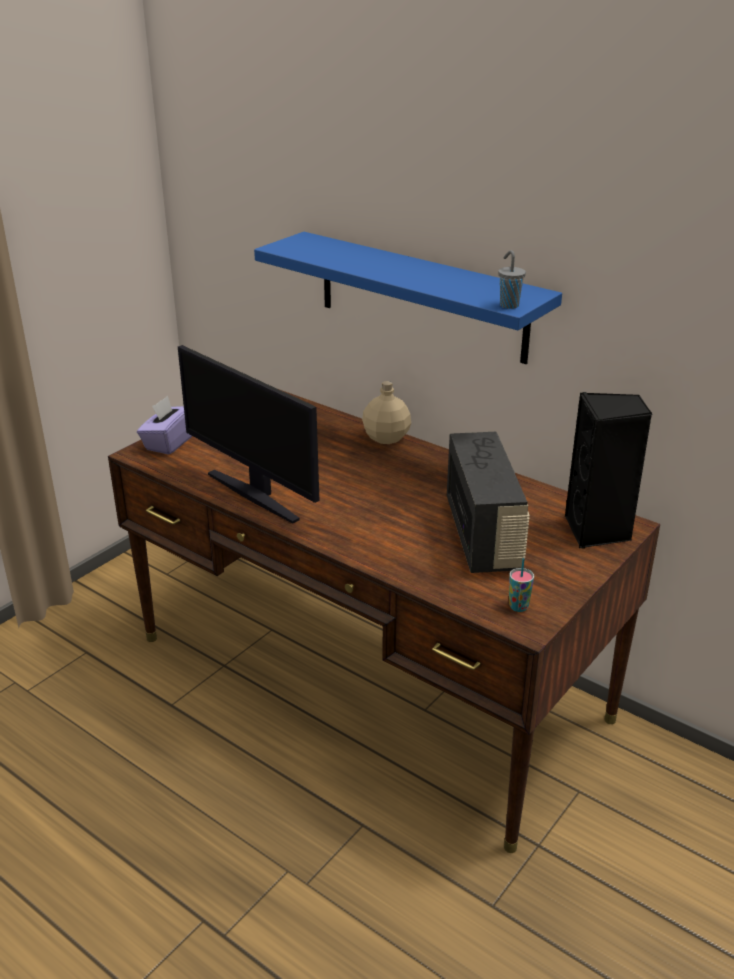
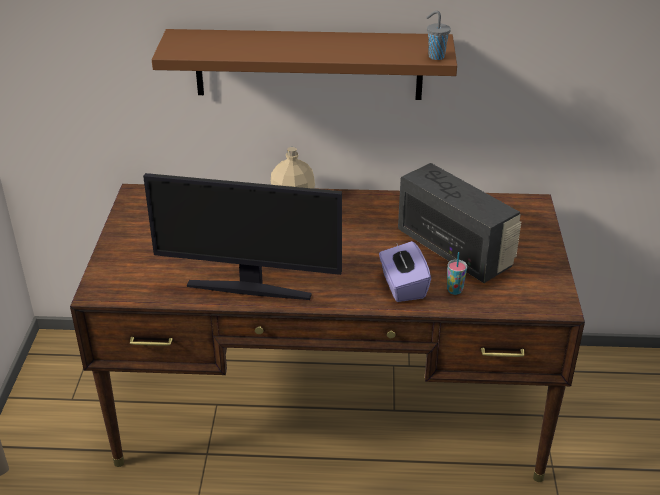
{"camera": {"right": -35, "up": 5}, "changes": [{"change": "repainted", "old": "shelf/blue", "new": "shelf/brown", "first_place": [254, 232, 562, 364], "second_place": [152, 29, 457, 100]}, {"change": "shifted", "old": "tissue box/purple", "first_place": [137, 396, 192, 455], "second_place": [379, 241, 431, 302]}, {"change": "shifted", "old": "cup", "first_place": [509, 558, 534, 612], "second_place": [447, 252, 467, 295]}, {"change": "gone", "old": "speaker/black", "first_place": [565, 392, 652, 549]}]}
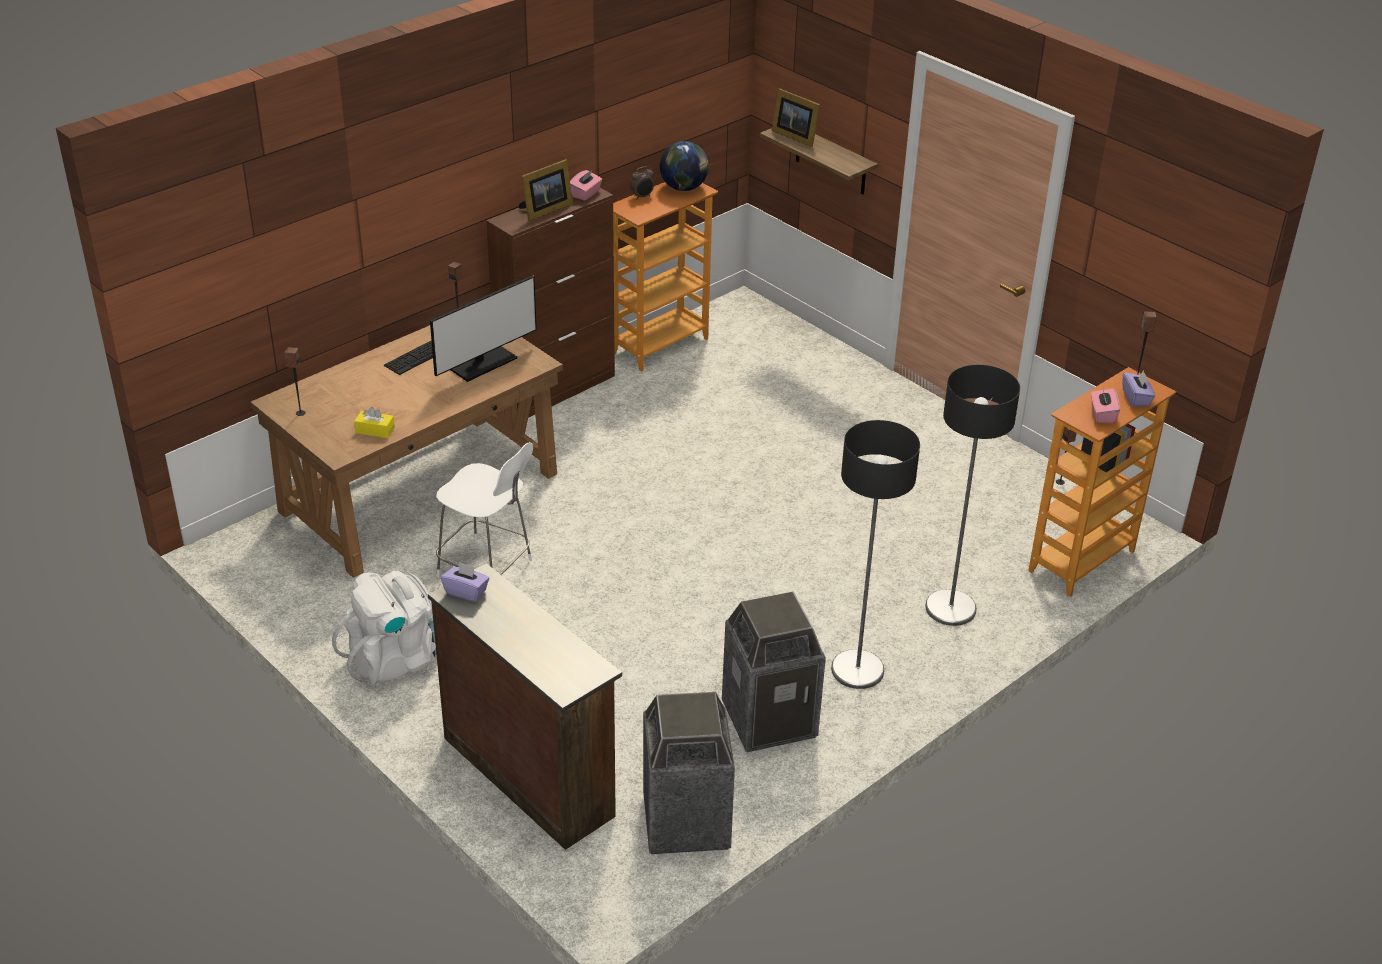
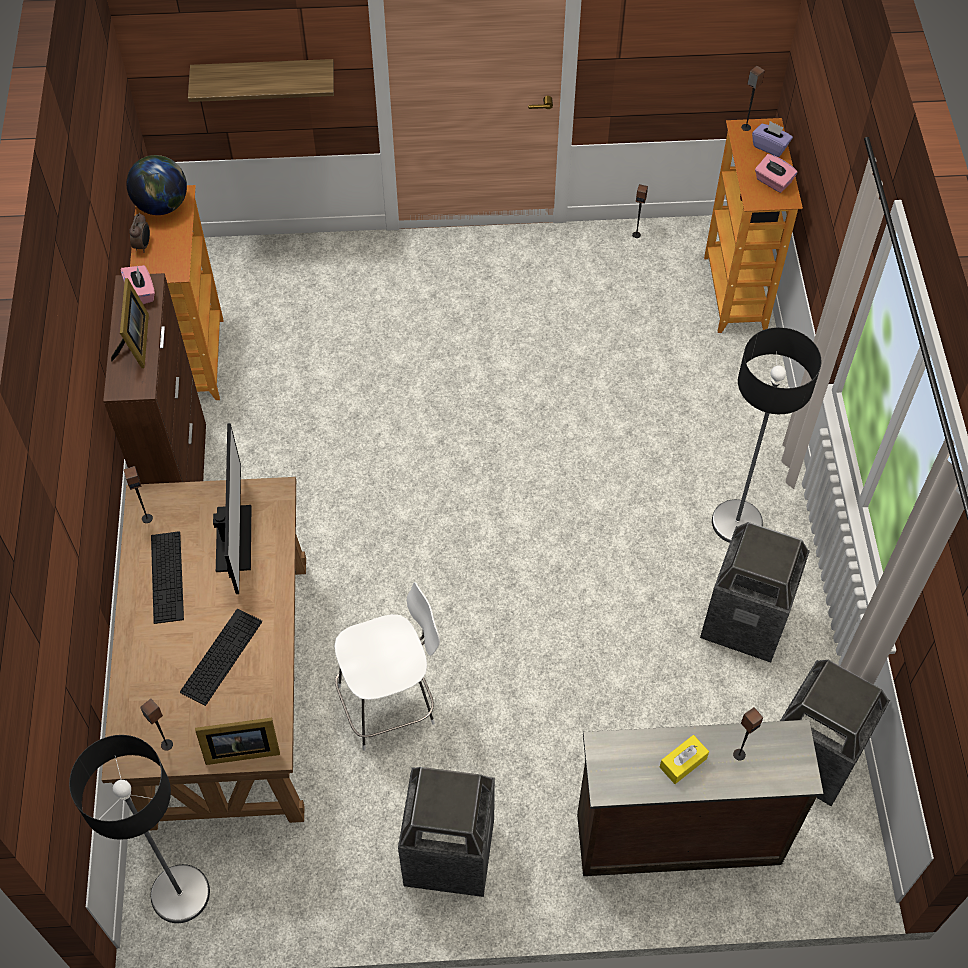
{"camera": {"right": -50, "up": 20}, "changes": [{"change": "shifted", "old": "floor lamp", "first_place": [925, 365, 1020, 626], "second_place": [69, 735, 210, 923]}, {"change": "new", "new": "keyboard", "second_place": [180, 609, 262, 706]}, {"change": "shifted", "old": "picture frame", "first_place": [771, 88, 820, 147], "second_place": [195, 718, 280, 765]}, {"change": "swapped", "old": "backpack/white", "new": "trash can", "first_place": [332, 571, 436, 686], "second_place": [398, 767, 495, 897]}, {"change": "shifted", "old": "tissue box/yellow", "first_place": [354, 407, 395, 438], "second_place": [659, 735, 709, 784]}, {"change": "new", "new": "speaker", "second_place": [733, 707, 763, 761]}, {"change": "gone", "old": "tissue box/purple", "first_place": [441, 562, 489, 602]}]}
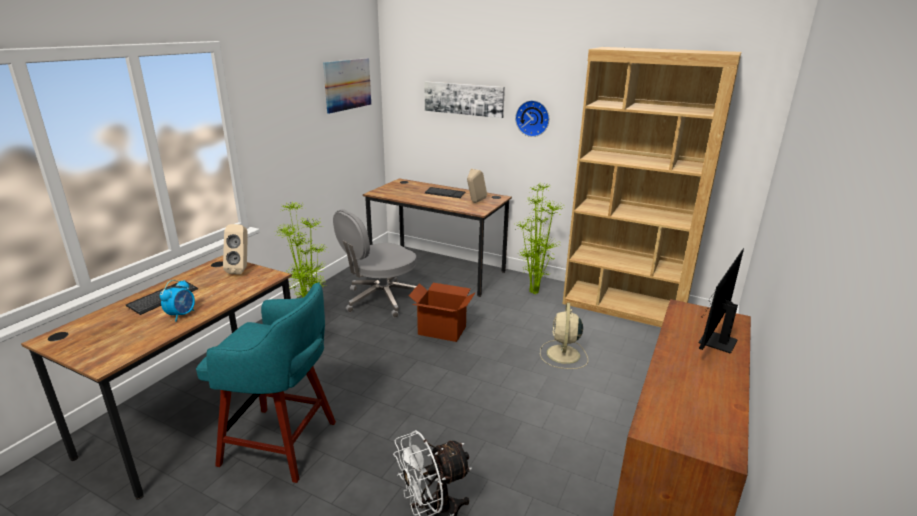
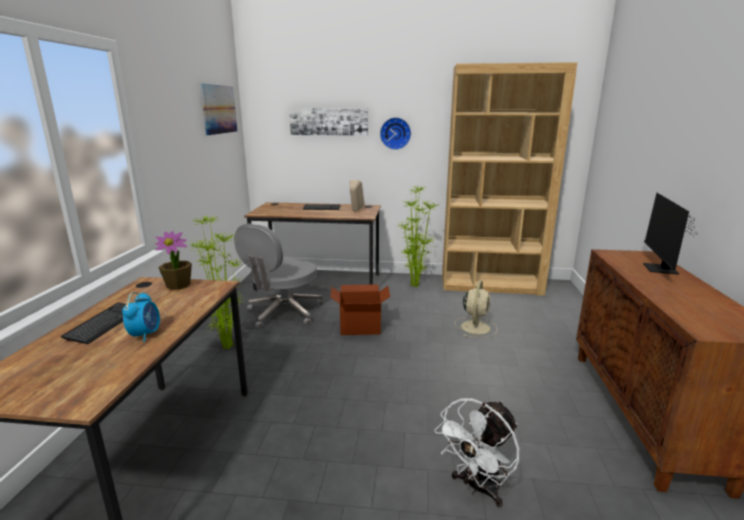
{"camera": {"right": -20, "up": -5}, "changes": [{"change": "swapped", "old": "speaker/beige", "new": "potted plant", "first_place": [223, 224, 248, 275], "second_place": [155, 231, 192, 290]}, {"change": "rotated", "old": "fan/beige", "first_place": [540, 303, 588, 369], "second_place": [454, 280, 497, 338], "degrees": -150}, {"change": "gone", "old": "stool/turquoise", "first_place": [196, 282, 336, 483]}]}
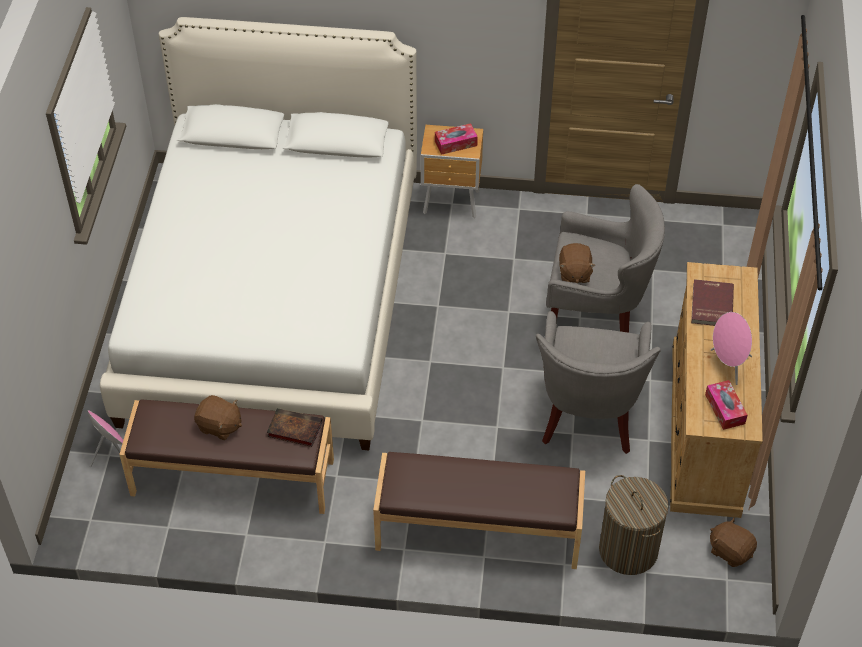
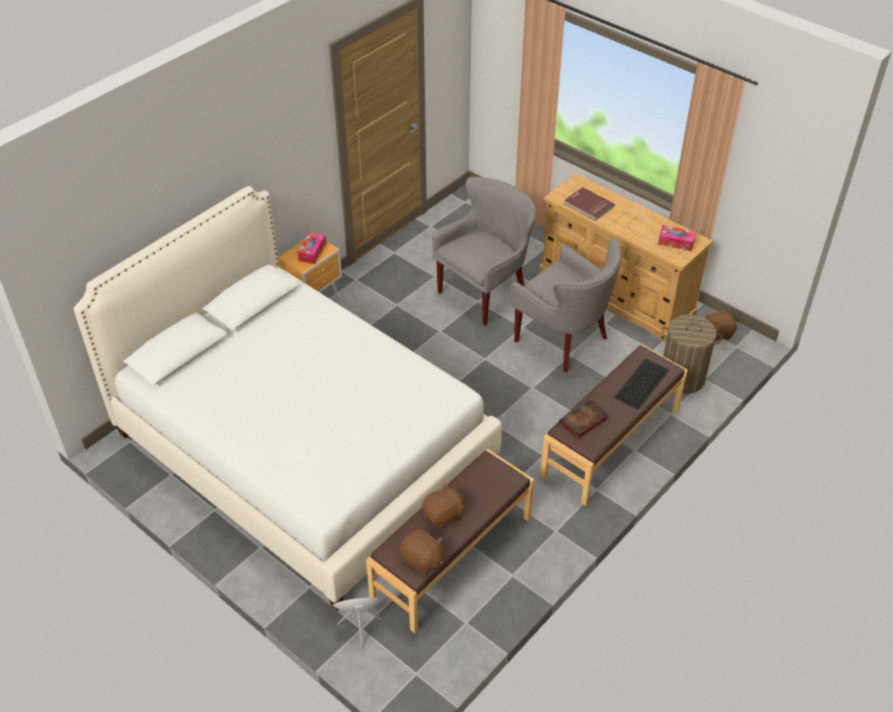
{"camera": {"right": -55, "up": -5}, "changes": [{"change": "shifted", "old": "plush toy/brown", "first_place": [559, 243, 595, 283], "second_place": [400, 529, 444, 574]}, {"change": "shifted", "old": "book", "first_place": [267, 408, 323, 447], "second_place": [559, 400, 608, 439]}, {"change": "new", "new": "keyboard", "second_place": [614, 359, 669, 409]}, {"change": "gone", "old": "speaker/pink", "first_place": [711, 312, 752, 385]}]}
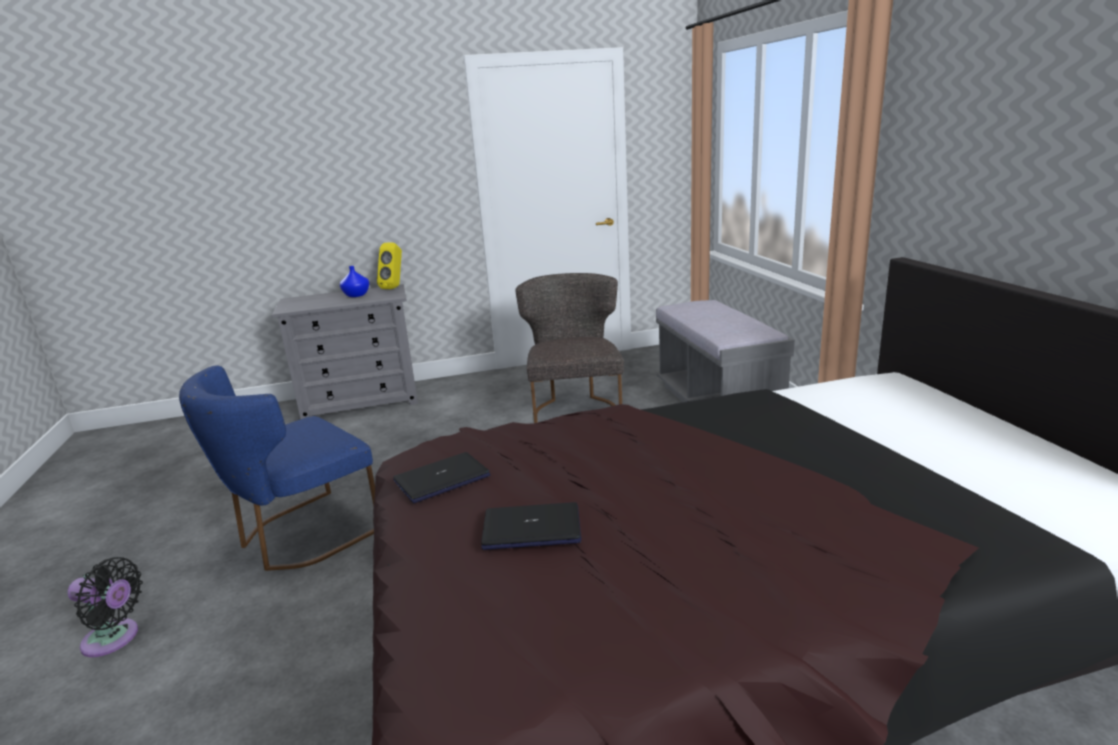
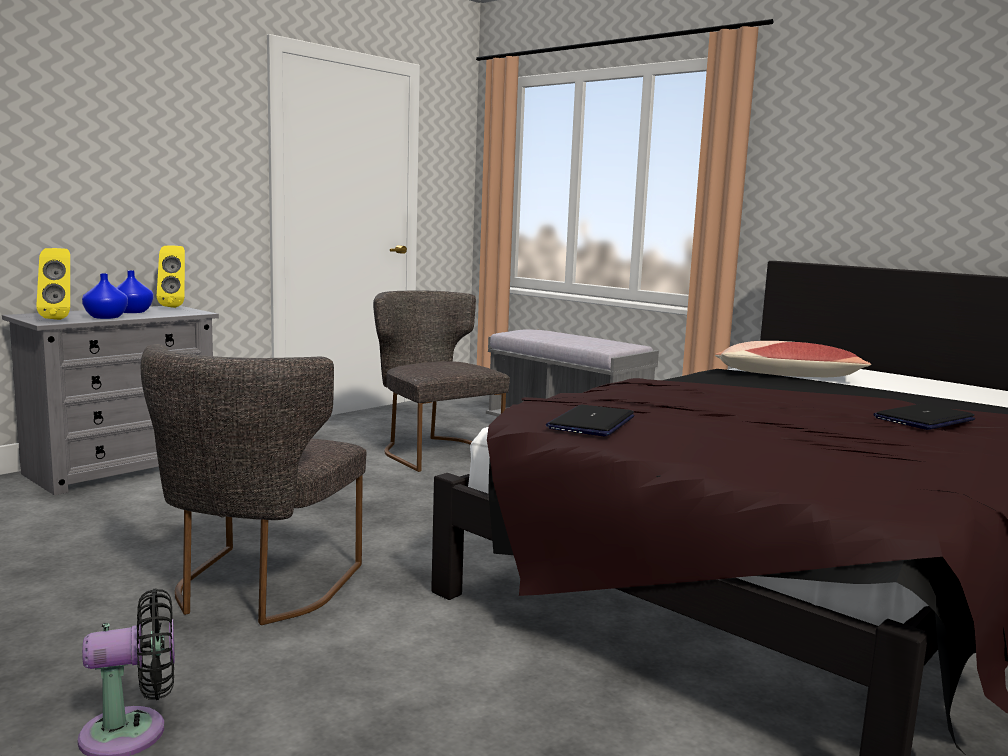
{"camera": {"right": -35, "up": -10}, "changes": [{"change": "new", "new": "speaker/yellow", "second_place": [36, 248, 70, 320]}, {"change": "new", "new": "vase/blue", "second_place": [82, 274, 128, 319]}, {"change": "repainted", "old": "chair/blue", "new": "chair/grey", "first_place": [179, 365, 375, 571], "second_place": [141, 344, 366, 625]}, {"change": "new", "new": "pillow", "second_place": [715, 341, 871, 377]}, {"change": "shifted", "old": "laptop", "first_place": [481, 502, 581, 550], "second_place": [873, 404, 975, 430]}]}
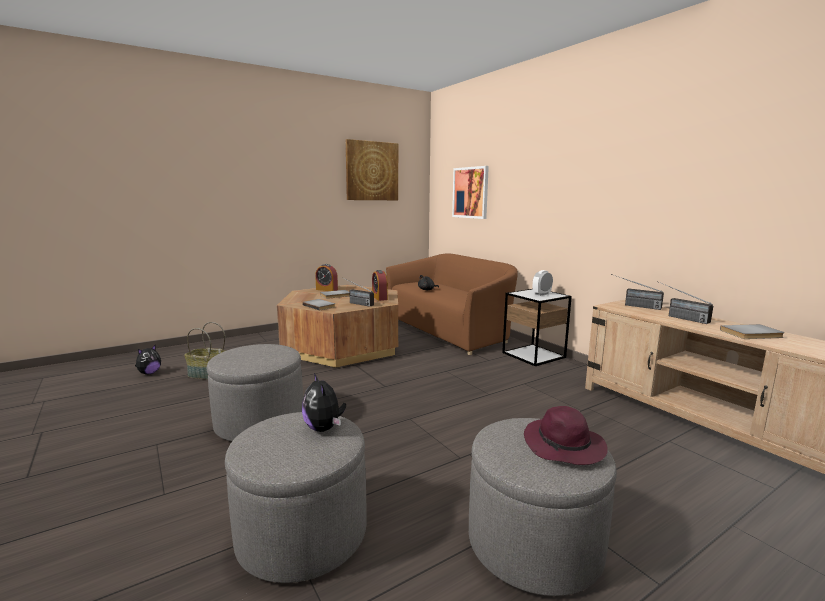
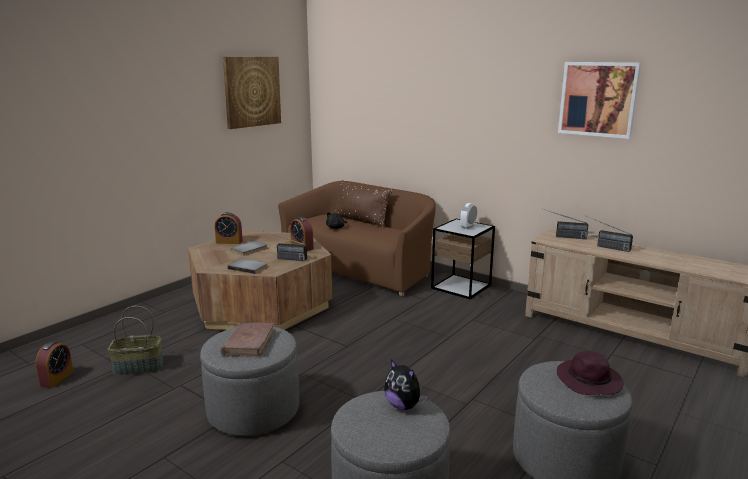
{"camera": {"right": -20, "up": 5}, "changes": [{"change": "swapped", "old": "plush toy", "new": "alarm clock", "first_place": [135, 345, 161, 375], "second_place": [35, 341, 74, 388]}, {"change": "new", "new": "book/brown", "second_place": [221, 322, 276, 357]}, {"change": "new", "new": "pillow/brown", "second_place": [334, 180, 392, 228]}, {"change": "shifted", "old": "picture", "first_place": [452, 166, 489, 219], "second_place": [558, 62, 641, 139]}, {"change": "gone", "old": "book/grey", "first_place": [720, 324, 785, 339]}]}
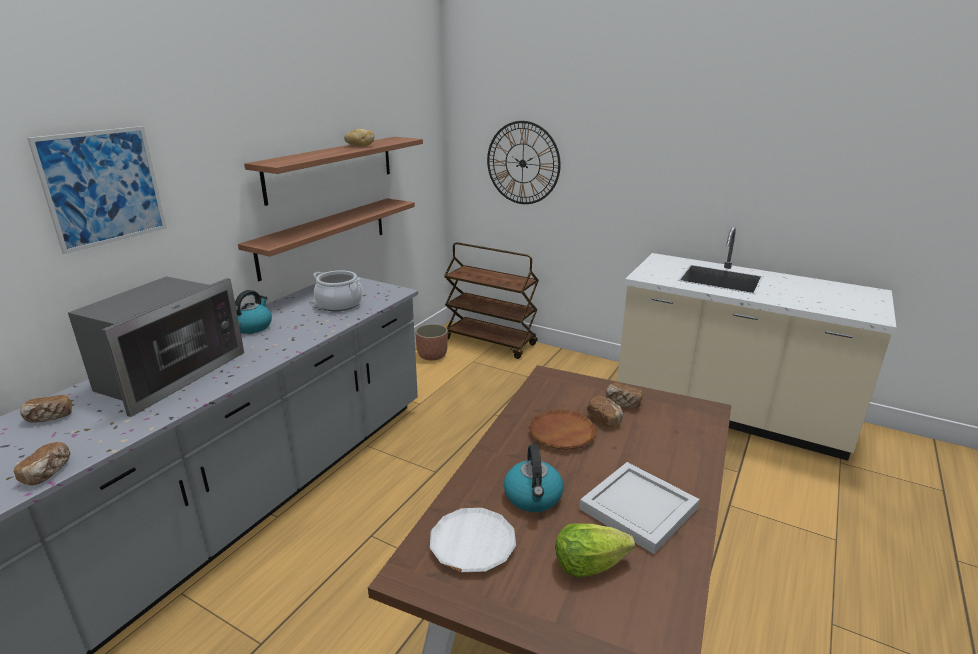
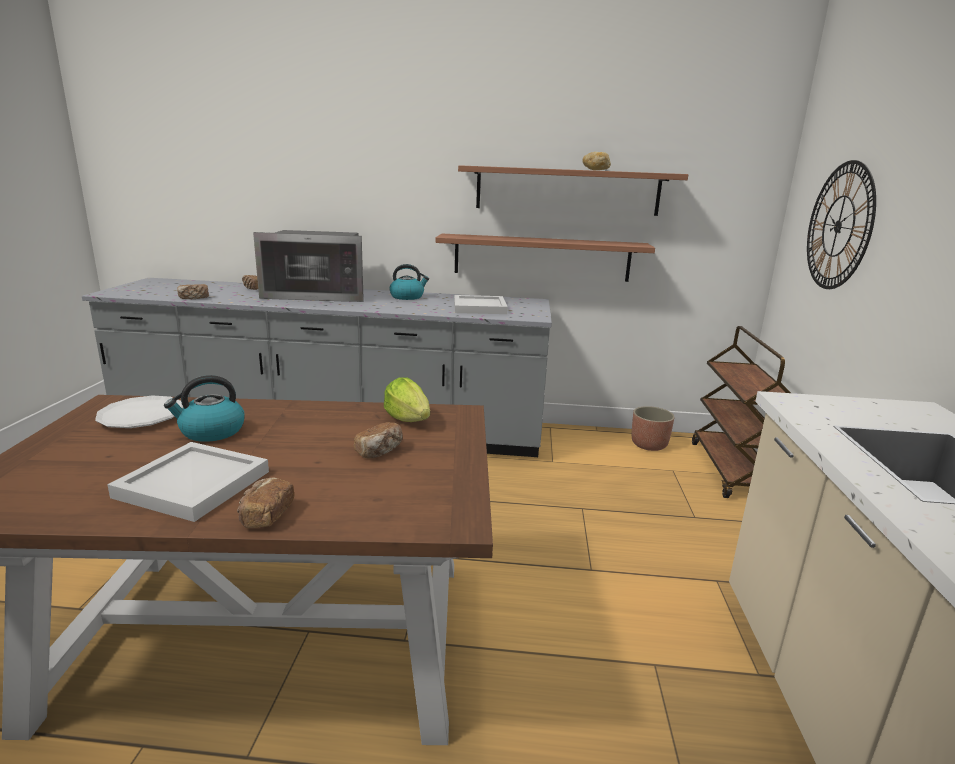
{"camera": {"right": 65, "up": -5}, "changes": [{"change": "shifted", "old": "bread", "first_place": [606, 382, 643, 408], "second_place": [237, 478, 295, 528]}, {"change": "shifted", "old": "lettuce", "first_place": [555, 523, 635, 577], "second_place": [384, 377, 430, 422]}, {"change": "swapped", "old": "cooking pot", "new": "tray/white", "first_place": [313, 270, 362, 311], "second_place": [454, 295, 508, 314]}, {"change": "gone", "old": "picture", "first_place": [27, 126, 167, 254]}, {"change": "gone", "old": "plate/brown", "first_place": [529, 409, 597, 450]}]}
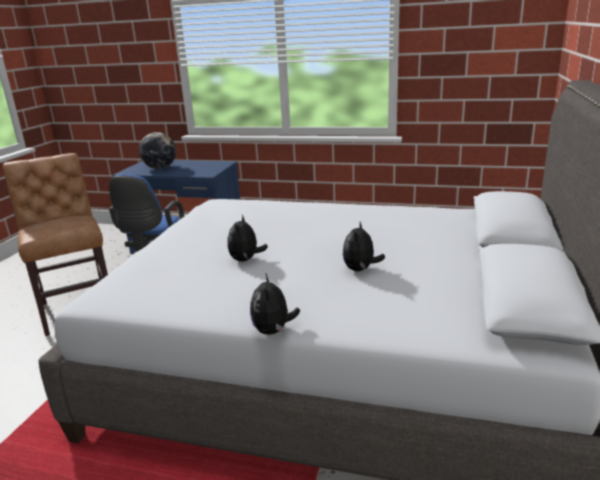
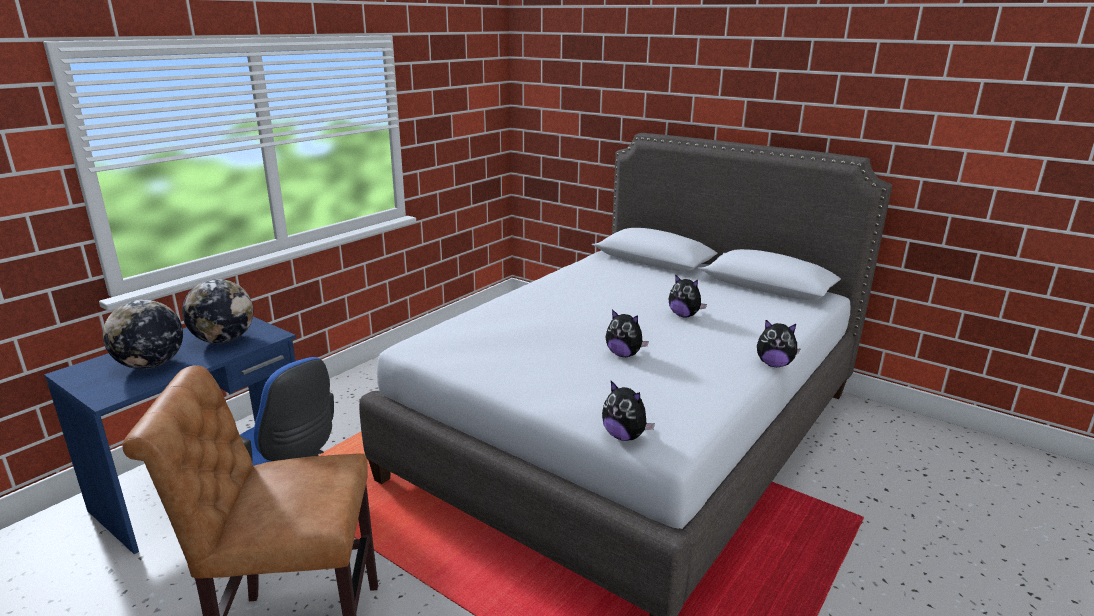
{"camera": {"right": -70, "up": 0}, "changes": [{"change": "new", "new": "globe", "second_place": [182, 279, 253, 344]}, {"change": "new", "new": "plush toy", "second_place": [602, 381, 655, 441]}]}
